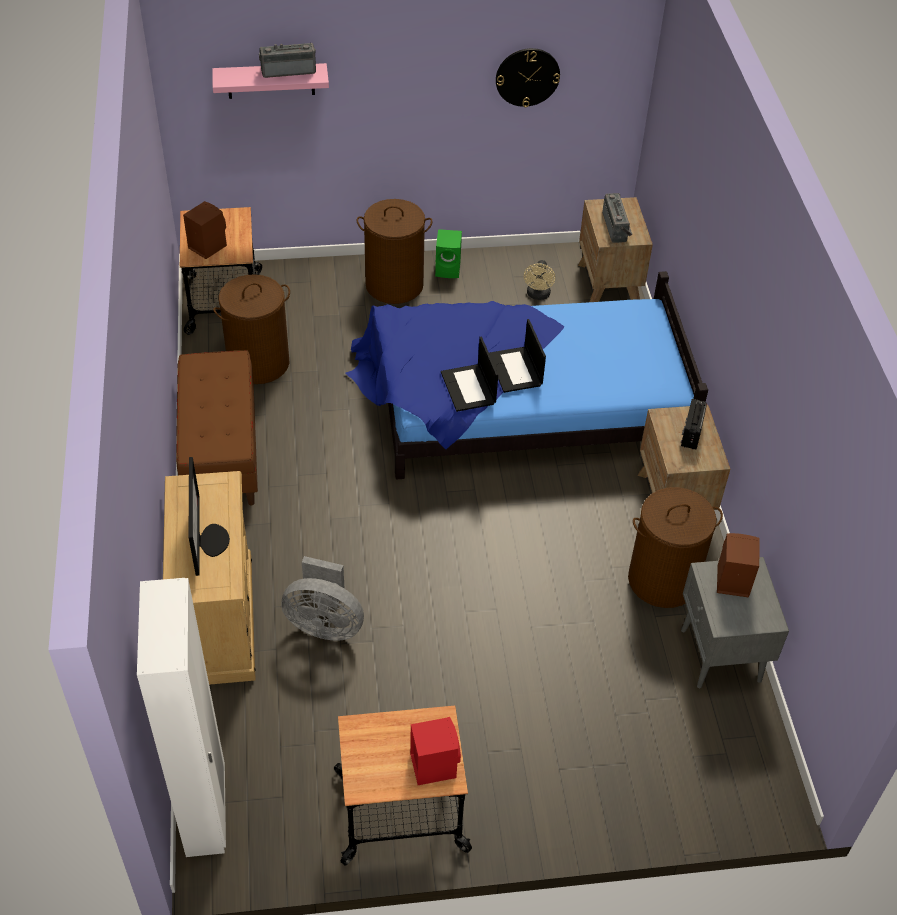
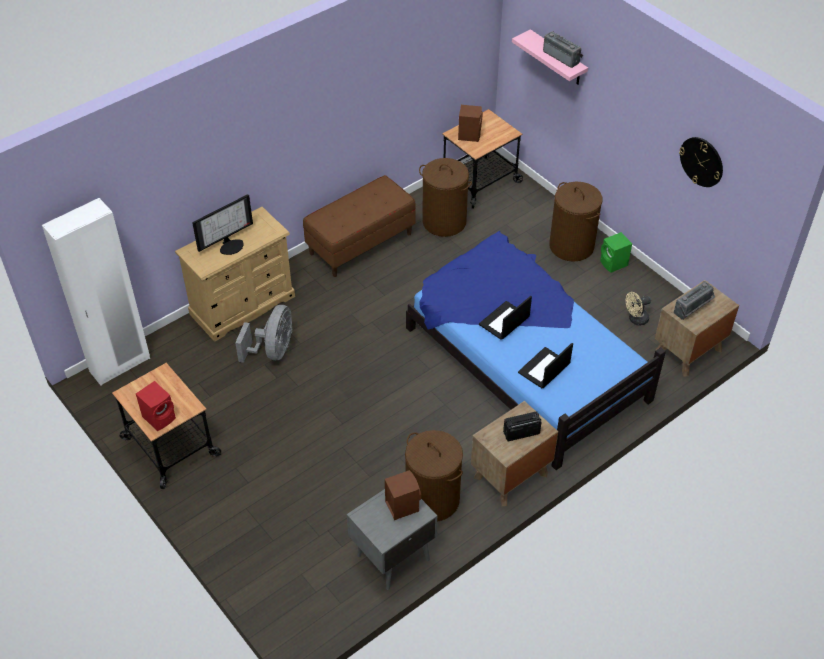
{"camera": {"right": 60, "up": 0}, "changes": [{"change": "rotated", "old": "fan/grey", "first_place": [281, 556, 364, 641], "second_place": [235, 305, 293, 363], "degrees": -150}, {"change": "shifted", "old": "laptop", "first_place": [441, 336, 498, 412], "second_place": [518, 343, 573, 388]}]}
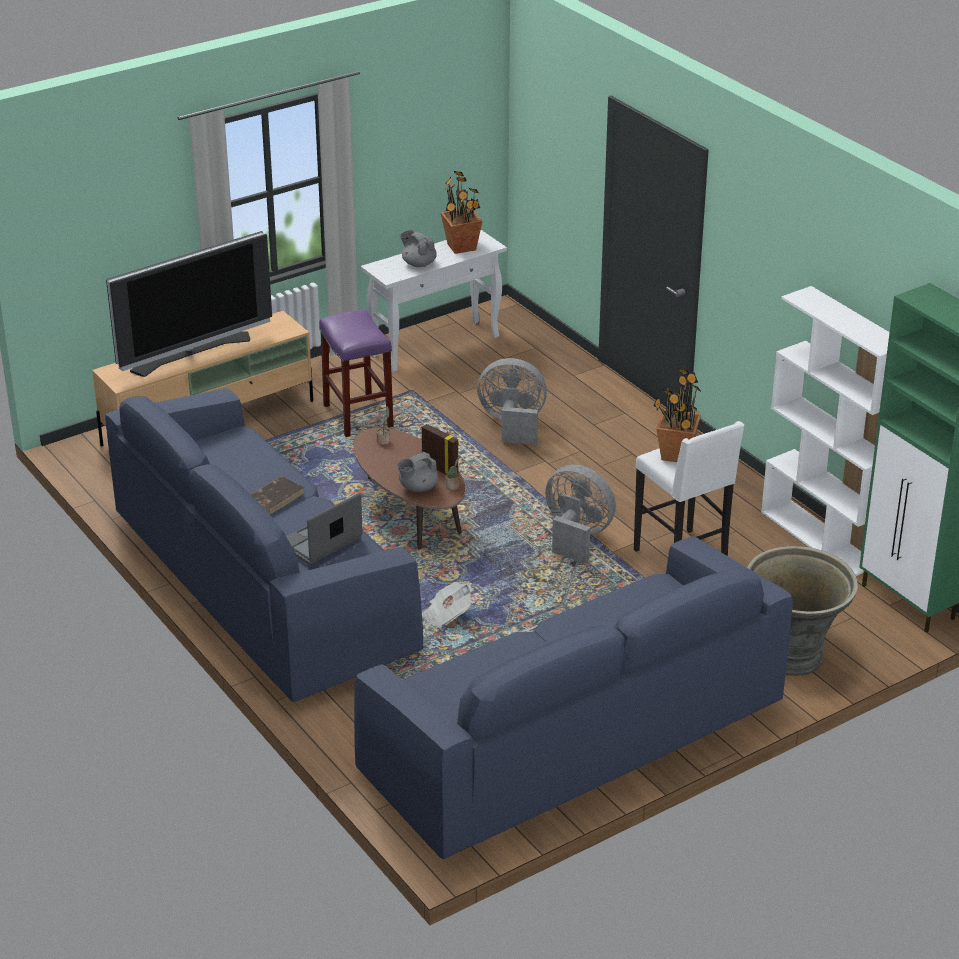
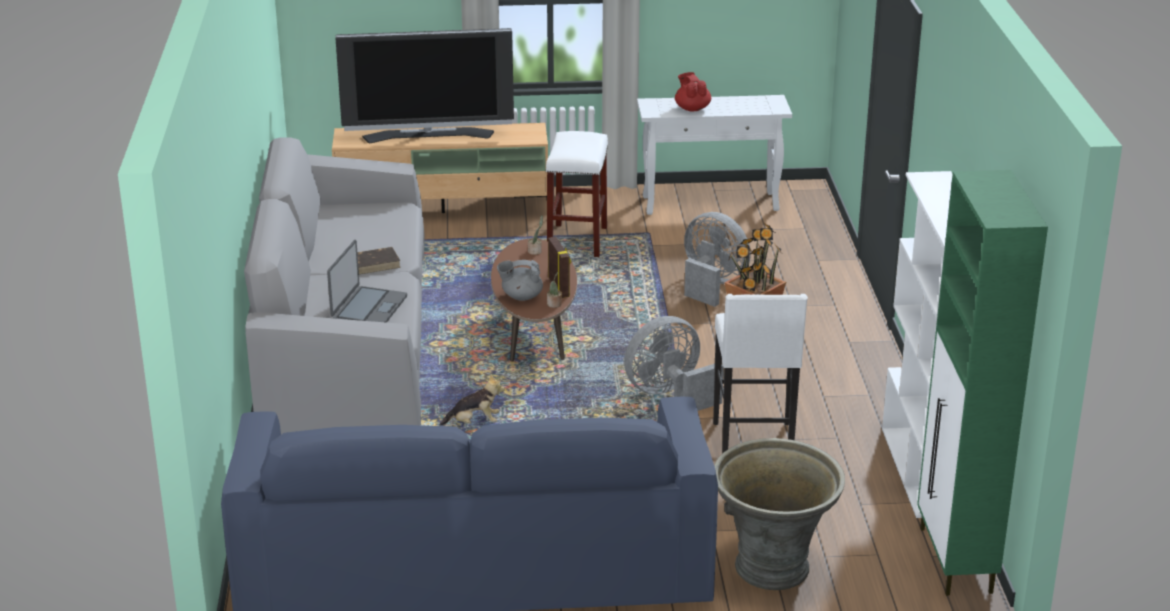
{"camera": {"right": 30, "up": -5}, "changes": [{"change": "repainted", "old": "sofa/blue", "new": "sofa/grey", "first_place": [105, 389, 423, 702], "second_place": [244, 137, 425, 434]}, {"change": "rotated", "old": "laptop", "first_place": [286, 493, 363, 565], "second_place": [327, 240, 407, 323], "degrees": 120}, {"change": "swapped", "old": "newspaper", "new": "plush toy", "first_place": [422, 582, 472, 628], "second_place": [439, 374, 505, 426]}, {"change": "repainted", "old": "stool/purple", "new": "stool/white", "first_place": [319, 310, 394, 437], "second_place": [545, 131, 608, 257]}, {"change": "rotated", "old": "fan/grey", "first_place": [545, 465, 616, 564], "second_place": [624, 316, 724, 411], "degrees": -90}, {"change": "repainted", "old": "teapot/grey", "new": "teapot/red", "first_place": [400, 230, 437, 267], "second_place": [675, 72, 711, 112]}, {"change": "gone", "old": "potted plant", "first_place": [441, 171, 483, 254]}]}
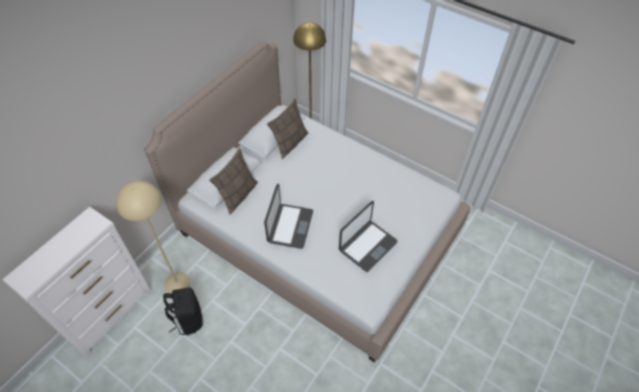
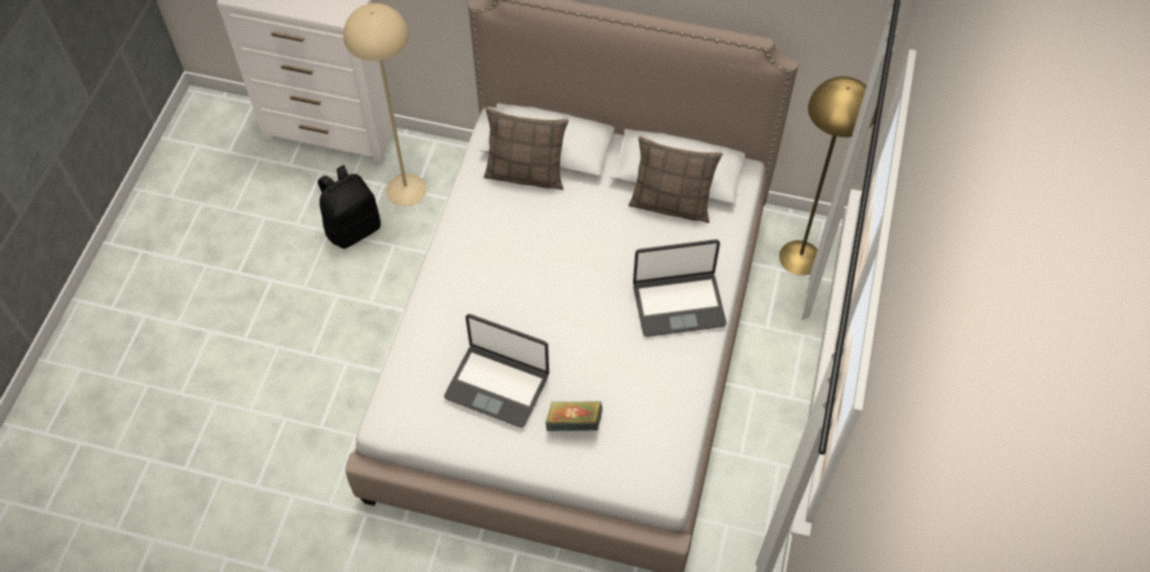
{"camera": {"right": 70, "up": 5}, "changes": [{"change": "new", "new": "book", "second_place": [546, 401, 603, 431]}, {"change": "shifted", "old": "laptop", "first_place": [264, 184, 313, 249], "second_place": [633, 239, 727, 337]}]}
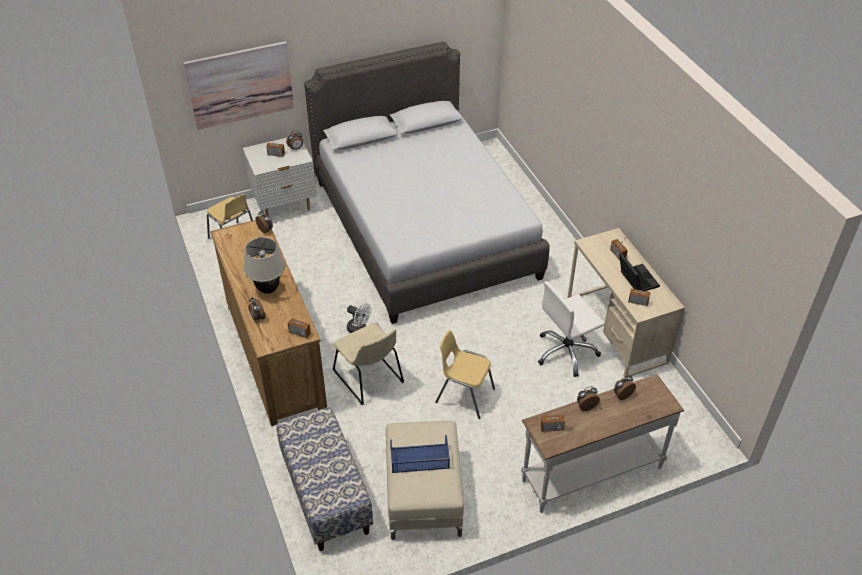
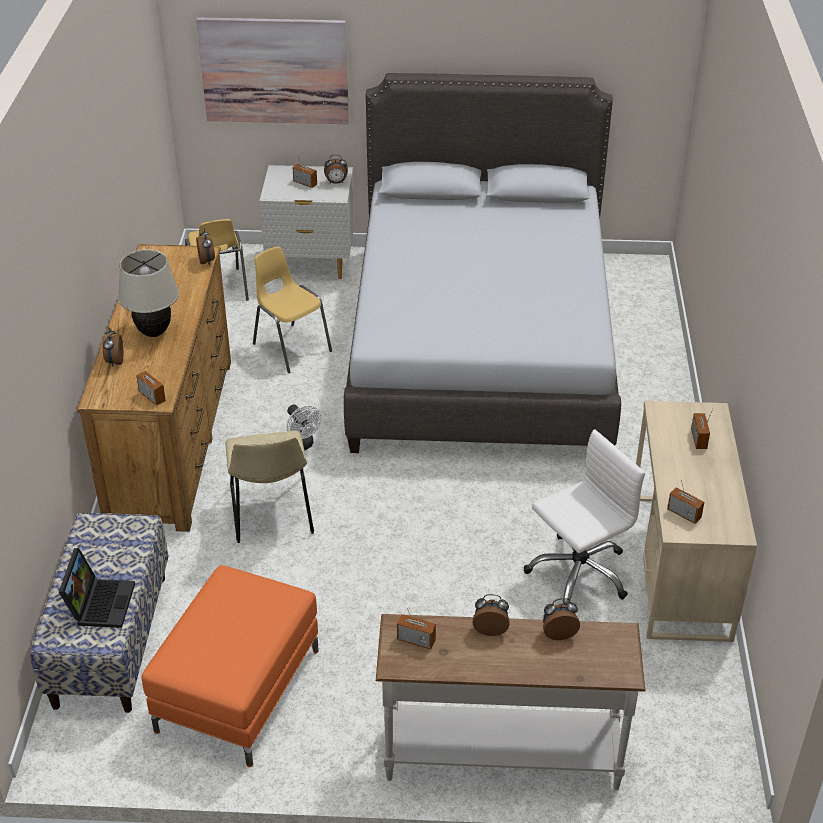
{"camera": {"right": 25, "up": -5}, "changes": [{"change": "shifted", "old": "laptop", "first_place": [619, 252, 660, 291], "second_place": [59, 548, 135, 628]}, {"change": "repainted", "old": "ottoman/beige", "new": "ottoman/orange", "first_place": [386, 421, 464, 540], "second_place": [141, 565, 319, 767]}, {"change": "shifted", "old": "chair/yellow", "first_place": [435, 330, 495, 419], "second_place": [253, 246, 332, 373]}, {"change": "rotated", "old": "office chair/white", "first_place": [538, 281, 605, 377], "second_place": [524, 429, 645, 605], "degrees": 150}, {"change": "gone", "old": "tray/blue", "first_place": [390, 435, 450, 473]}]}
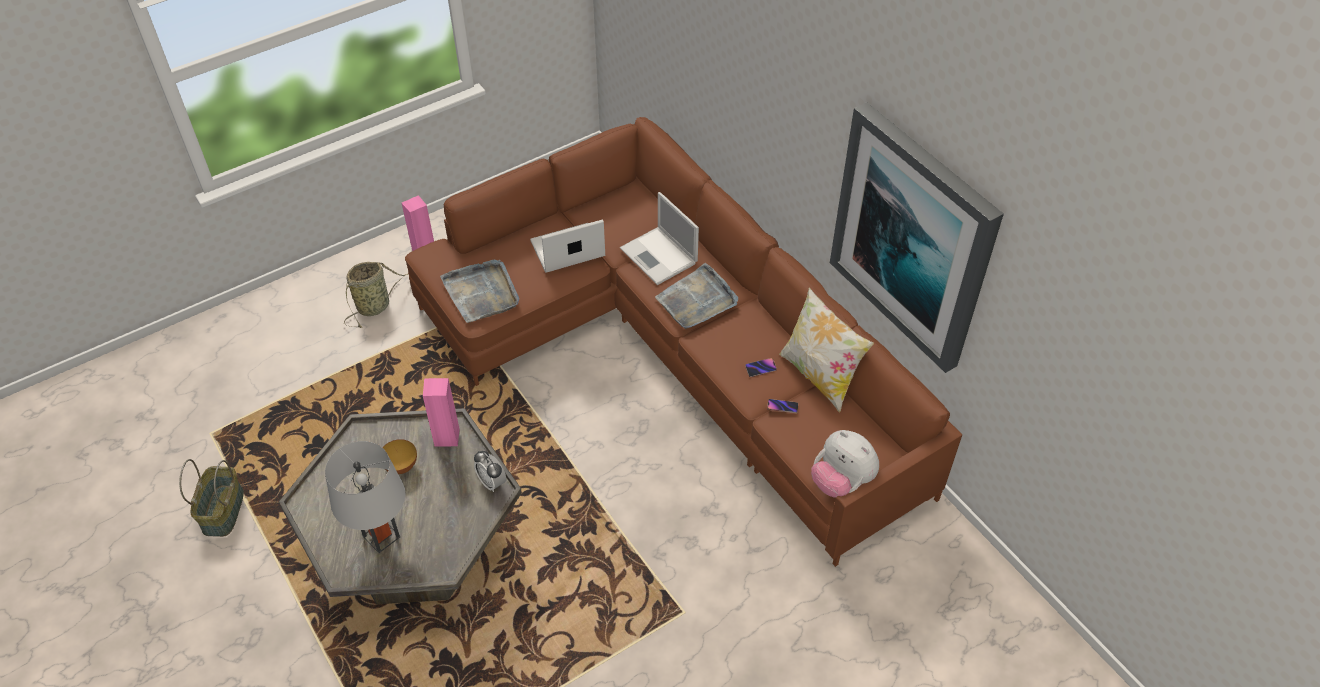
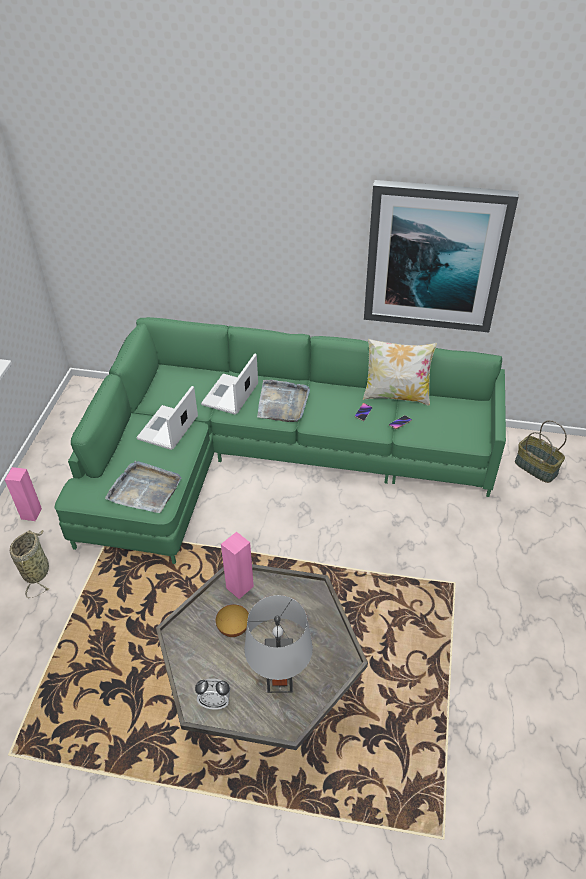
{"camera": {"right": -45, "up": -5}, "changes": [{"change": "repainted", "old": "sofa/brown", "new": "sofa/green", "first_place": [405, 117, 962, 567], "second_place": [54, 317, 506, 564]}, {"change": "shifted", "old": "alarm clock", "first_place": [474, 451, 506, 492], "second_place": [195, 679, 230, 710]}, {"change": "rotated", "old": "laptop", "first_place": [620, 192, 699, 285], "second_place": [201, 353, 258, 415], "degrees": 105}, {"change": "shifted", "old": "basket", "first_place": [179, 459, 244, 537], "second_place": [515, 420, 567, 483]}, {"change": "gone", "old": "plush toy", "first_place": [811, 430, 879, 498]}]}
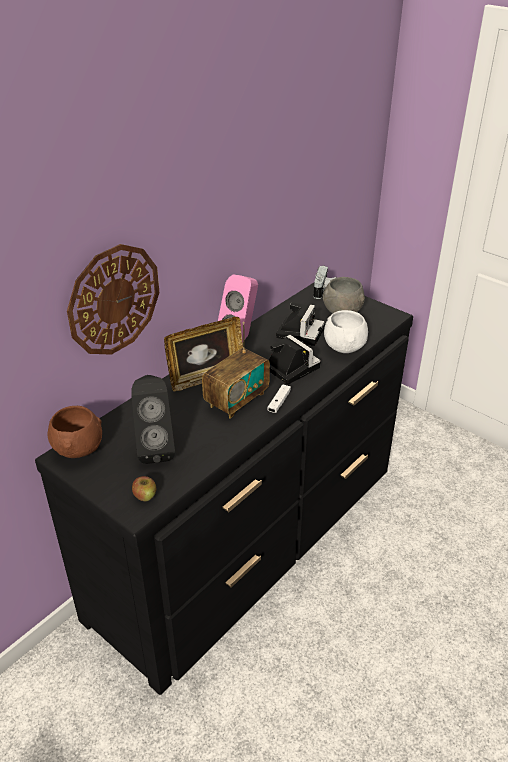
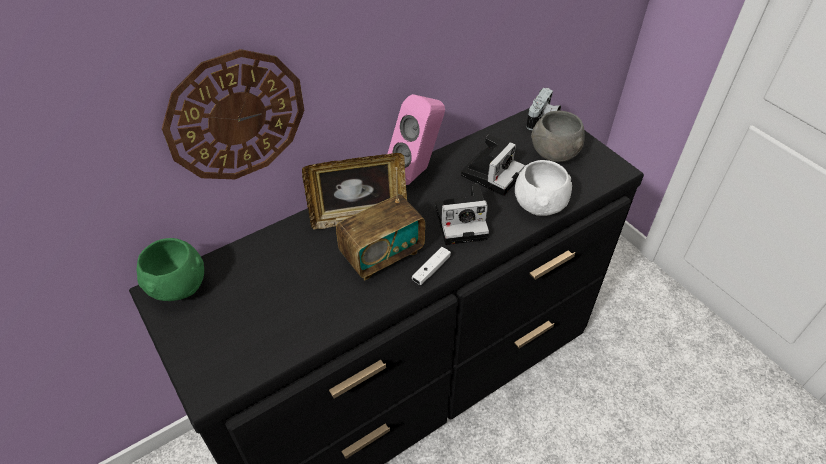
{"camera": {"right": 15, "up": 10}, "changes": [{"change": "repainted", "old": "bowl/brown", "new": "bowl/green", "first_place": [47, 406, 102, 458], "second_place": [137, 238, 204, 301]}, {"change": "rotated", "old": "photo camera", "first_place": [269, 335, 321, 385], "second_place": [435, 184, 489, 245], "degrees": 105}, {"change": "gone", "old": "speaker/black", "first_place": [131, 375, 175, 464]}, {"change": "gone", "old": "apple", "first_place": [132, 476, 156, 501]}]}
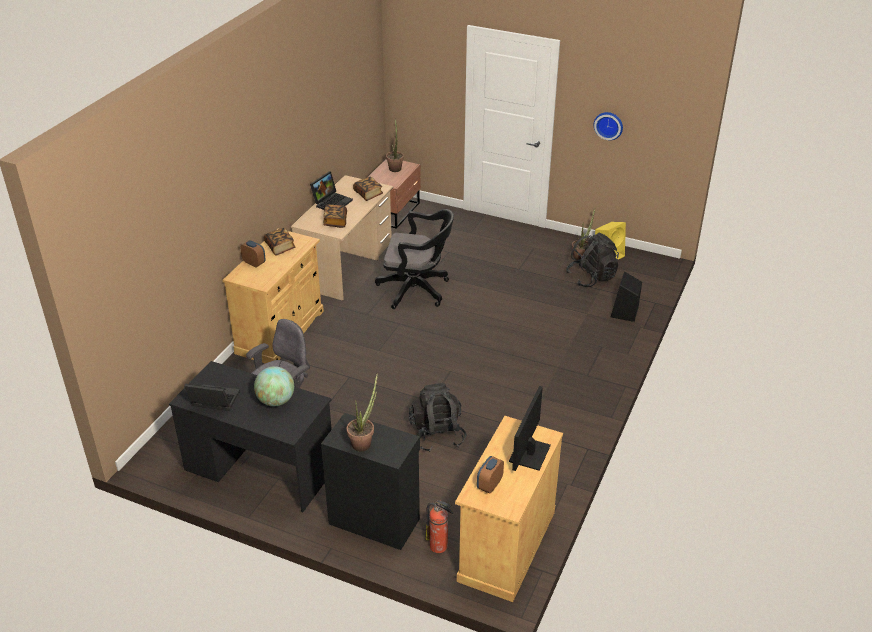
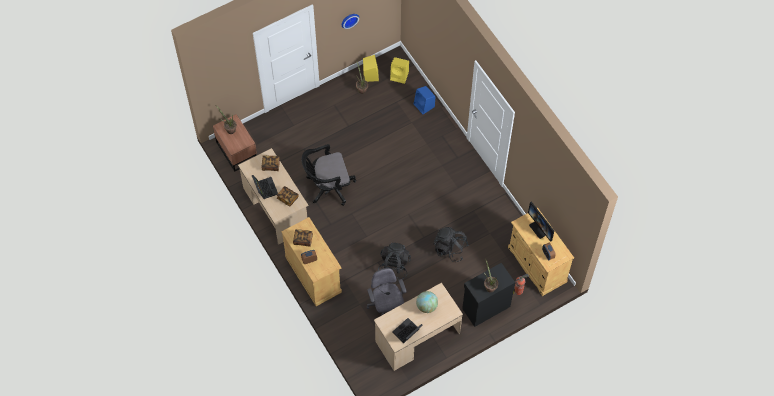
{"camera": {"right": -55, "up": 25}, "changes": [{"change": "rotated", "old": "office chair/black", "first_place": [375, 209, 454, 309], "second_place": [301, 144, 356, 206], "degrees": -150}, {"change": "repainted", "old": "desk/black", "new": "desk/beige", "first_place": [169, 361, 332, 512], "second_place": [374, 283, 463, 371]}, {"change": "shifted", "old": "backpack/black", "first_place": [566, 233, 619, 287], "second_place": [378, 243, 411, 279]}, {"change": "new", "new": "speaker/yellow", "second_place": [390, 57, 409, 84]}, {"change": "repainted", "old": "speaker/black", "new": "speaker/blue", "first_place": [611, 271, 642, 322], "second_place": [414, 86, 435, 114]}]}
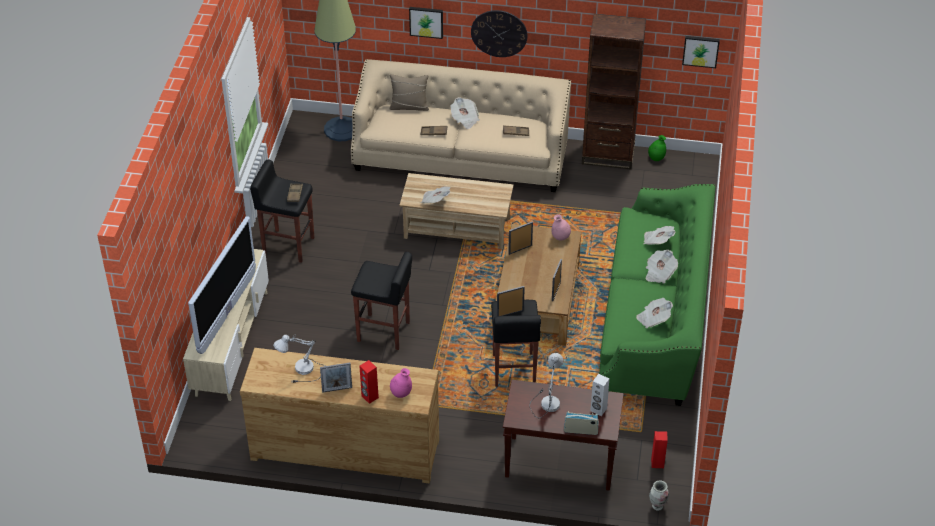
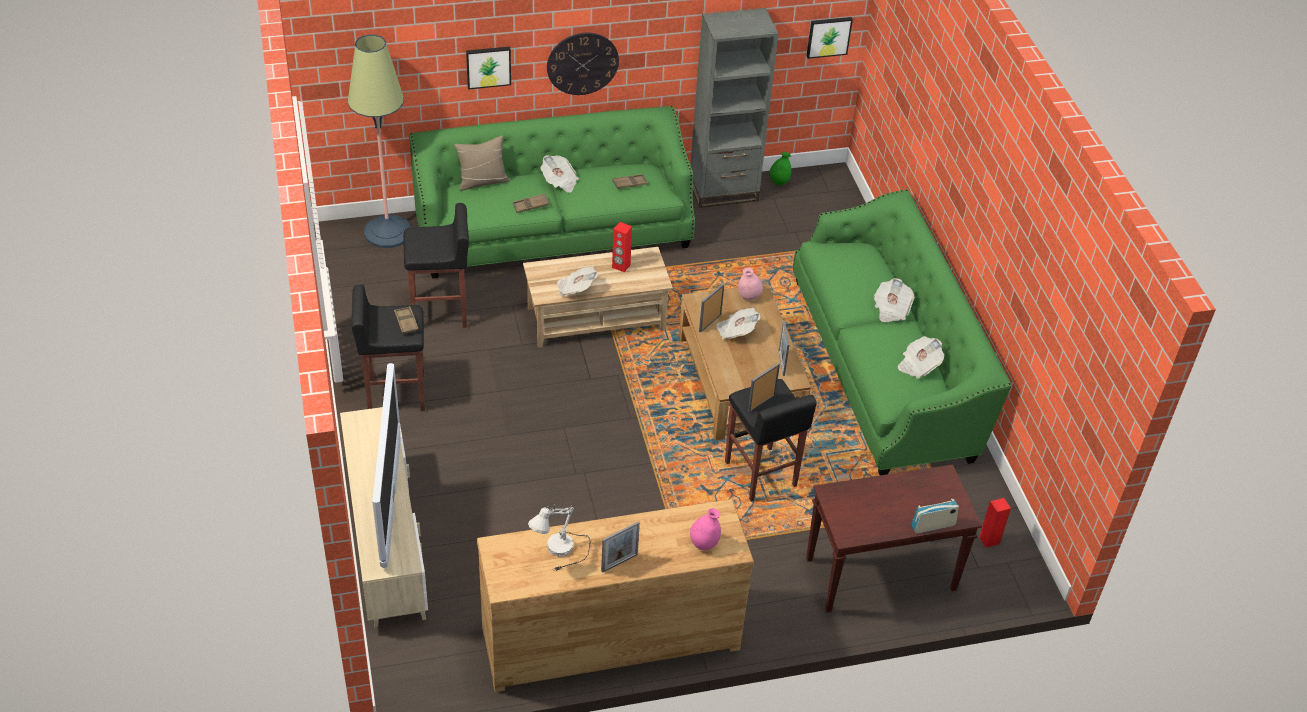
{"camera": {"right": -25, "up": 0}, "changes": [{"change": "shifted", "old": "stool/black", "first_place": [351, 252, 412, 350], "second_place": [403, 203, 469, 328]}, {"change": "repainted", "old": "sofa/beige", "new": "sofa/green", "first_place": [351, 59, 571, 192], "second_place": [409, 106, 695, 279]}, {"change": "shifted", "old": "speaker/red", "first_place": [360, 360, 379, 404], "second_place": [612, 222, 632, 272]}, {"change": "repainted", "old": "bookcase/brown", "new": "bookcase/grey", "first_place": [582, 14, 646, 169], "second_place": [690, 8, 779, 208]}, {"change": "shifted", "old": "newspaper", "first_place": [643, 226, 675, 245], "second_place": [716, 308, 760, 339]}, {"change": "gone", "old": "table lamp/white", "first_place": [529, 353, 563, 418]}, {"change": "gone", "old": "speaker/white", "first_place": [590, 374, 609, 416]}, {"change": "gone", "old": "vase", "first_place": [649, 480, 669, 511]}]}
